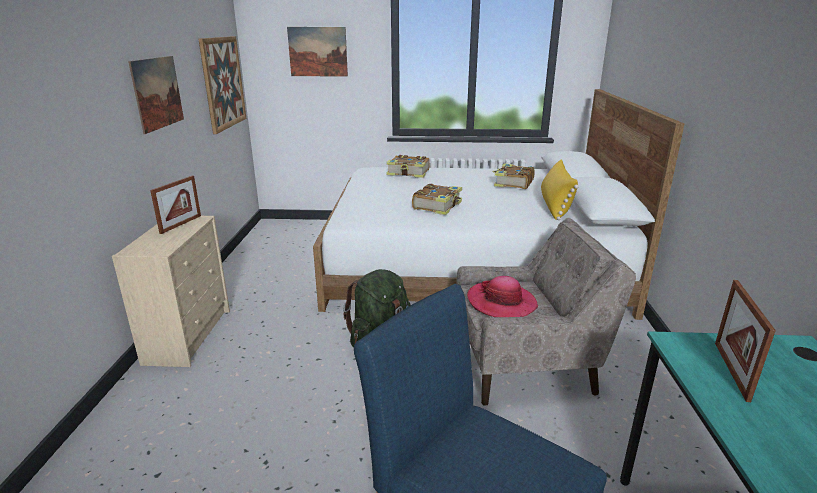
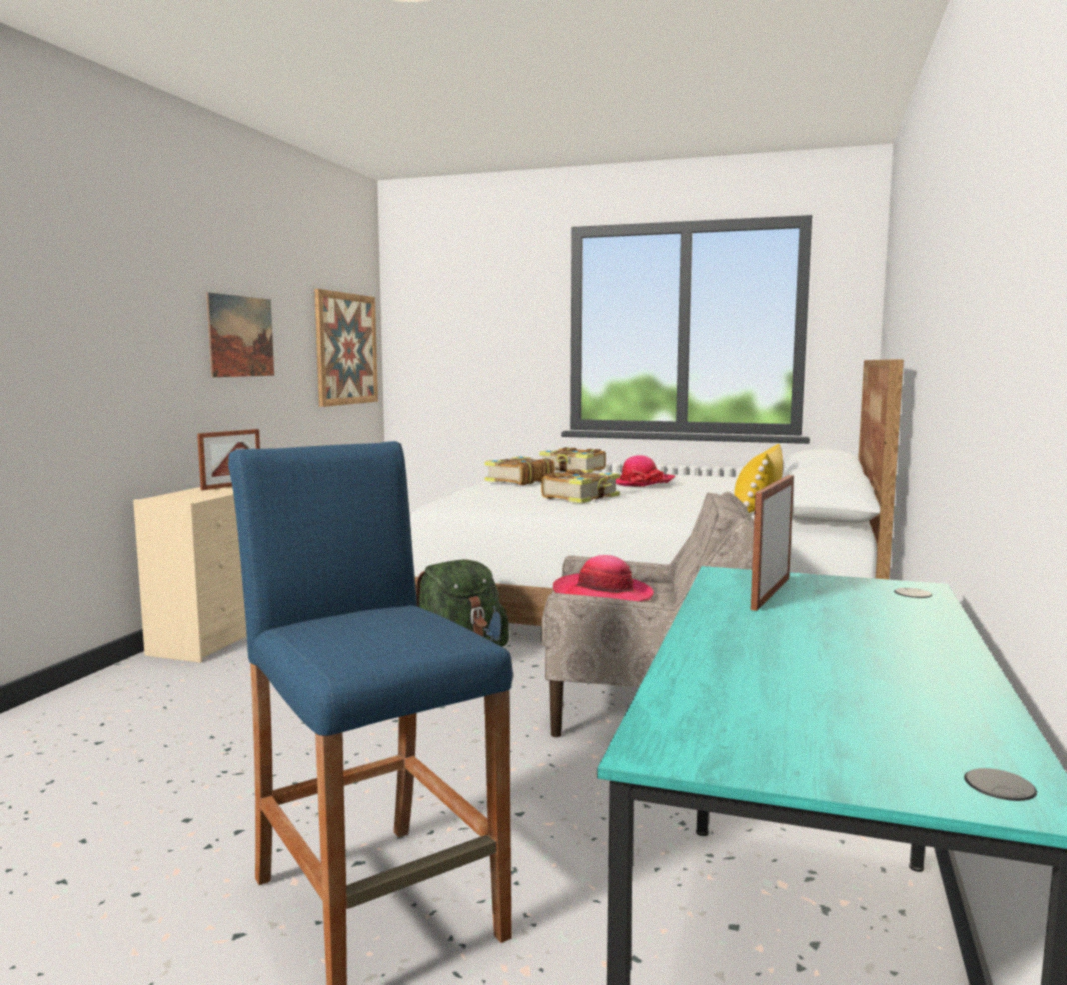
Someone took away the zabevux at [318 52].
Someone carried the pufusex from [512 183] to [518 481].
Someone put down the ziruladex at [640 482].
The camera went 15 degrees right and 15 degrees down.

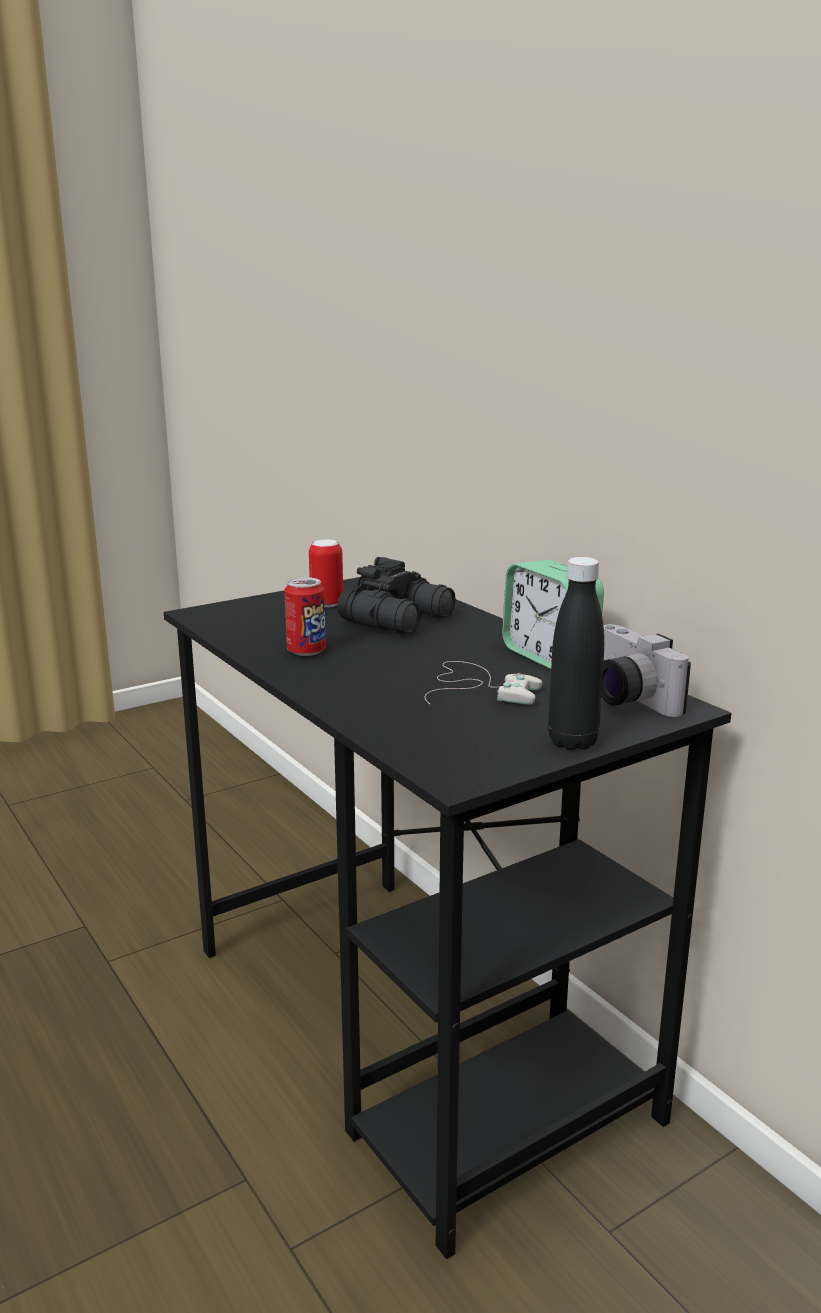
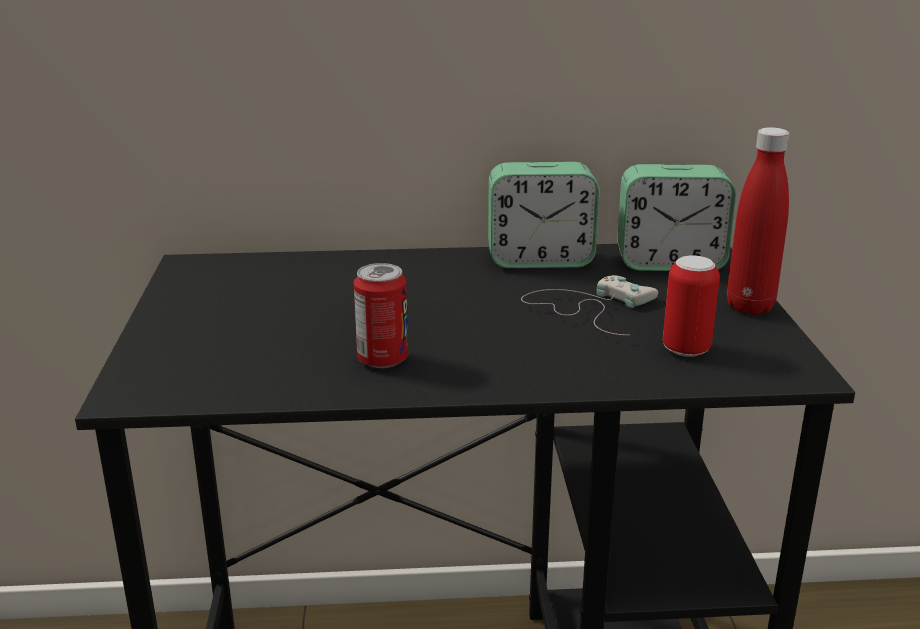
Someone carried the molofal from [327 604] to [686 349].
Someone took away the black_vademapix at [400 619].
Someone repainted the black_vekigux at [572 742], which became the red_vekigux at [749 306].
Someone swapped the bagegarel at [625 698] for the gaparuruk at [670 263].
The camera went 60 degrees left and 5 degrees up.

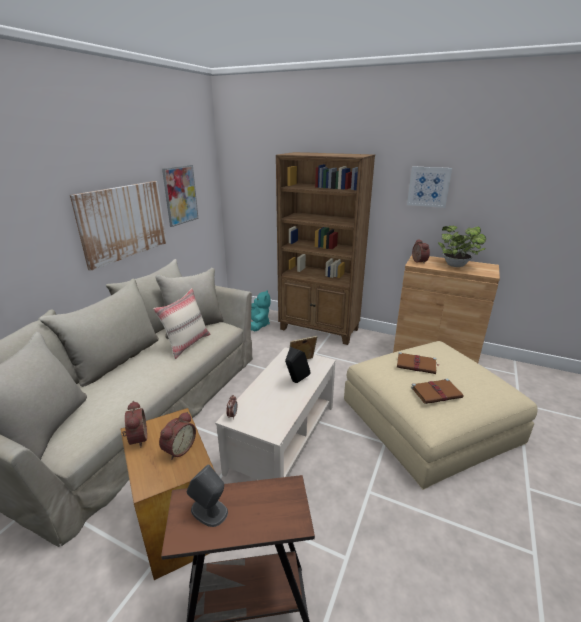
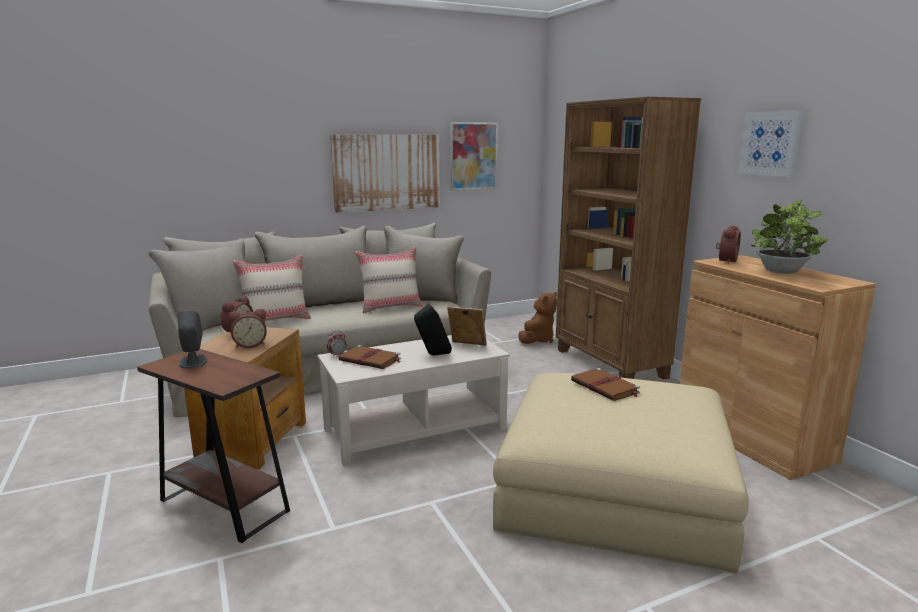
Someone repainted the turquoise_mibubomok at [258 325], which became the brown_mibubomok at [537 340].
Someone carried the brown_pufusex from [437 393] to [371 360].
Someone put down the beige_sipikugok at [275 320].
The camera went 40 degrees right and 10 degrees down.

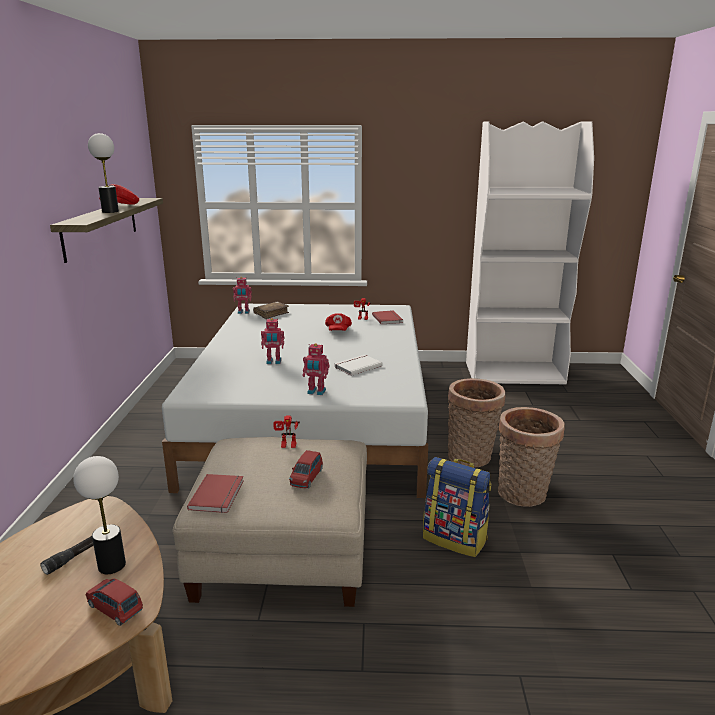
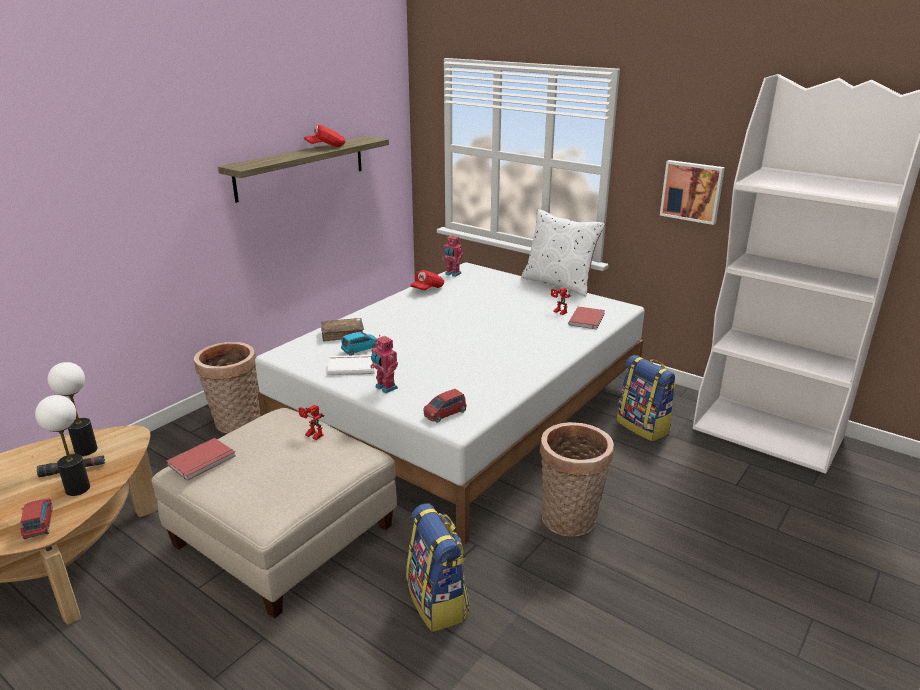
Someone carried the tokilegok from [110 211] to [86 450].
Someone carried the brown_pufusex from [271 314] to [342 334].
Someone carried the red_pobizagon from [338 331] to [427 289].
Someone took away the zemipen at [273 362].
Someone carried the white_pufusex from [357 366] to [352 366].
Someone carried the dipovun from [523 495] to [236 424].
Someone carried the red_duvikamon from [306 477] to [445 413].
Someone put up the zabevux at [692 191].
Someone put down the white_sipikugok at [559 283].
Someone put down the blue_duvikamon at [360 349].
Someone put down the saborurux at [643 427].
The camera went 35 degrees right and 5 degrees up.

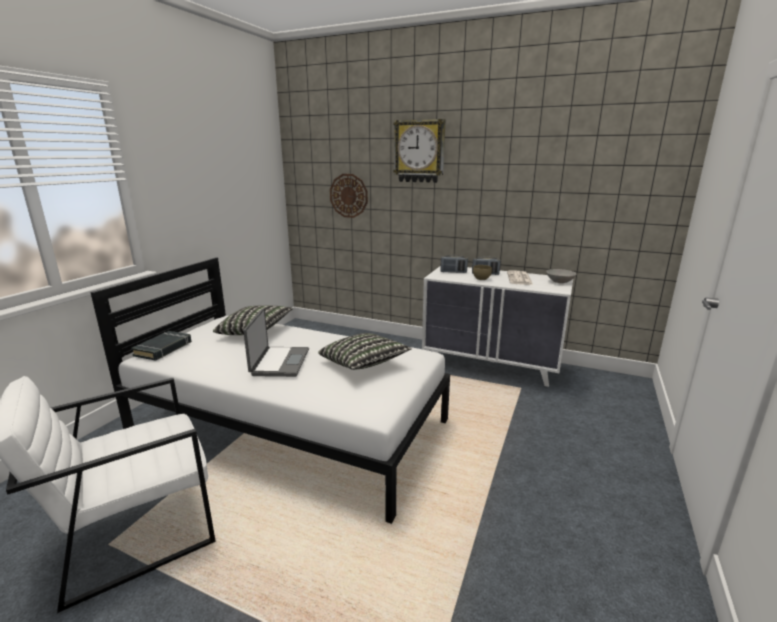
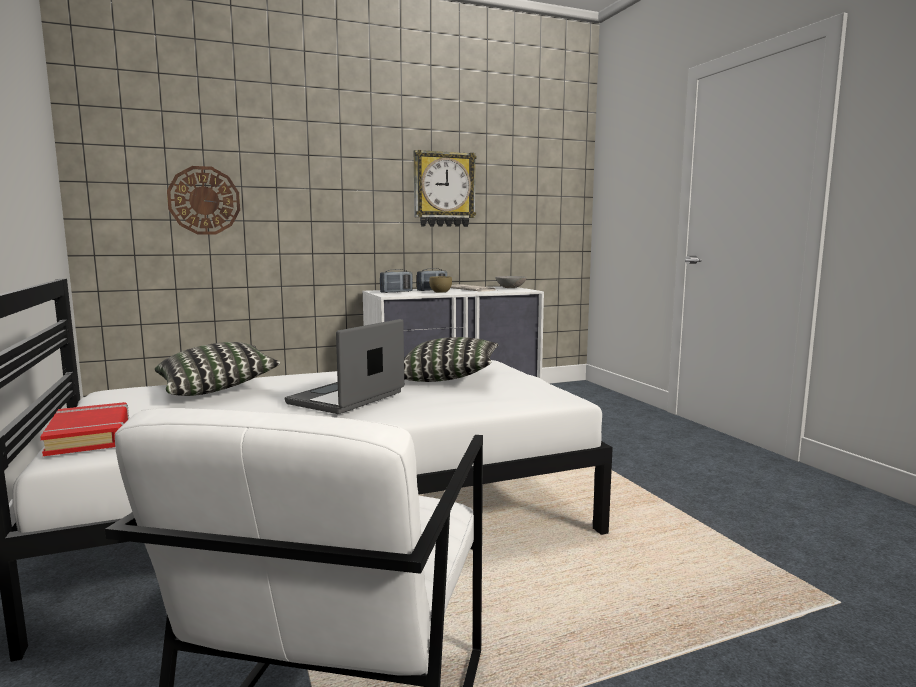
Someone carried the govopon from [419 151] to [443 189].
Someone rotated the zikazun at [279 362] by 105 degrees counterclockwise.
Someone repainted the black_pufusex at [163 349], which became the red_pufusex at [90 436].
The camera went 45 degrees left and 10 degrees down.

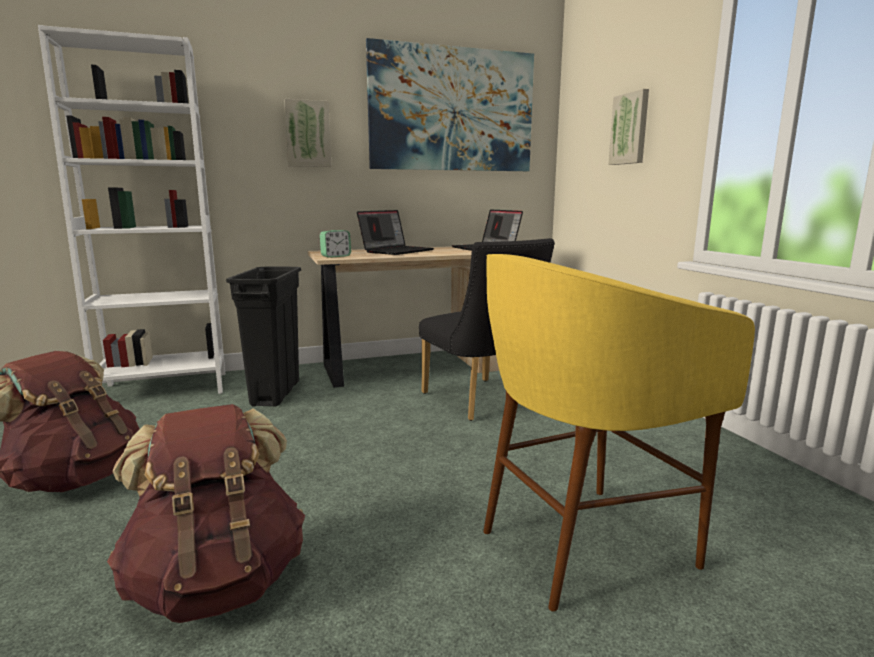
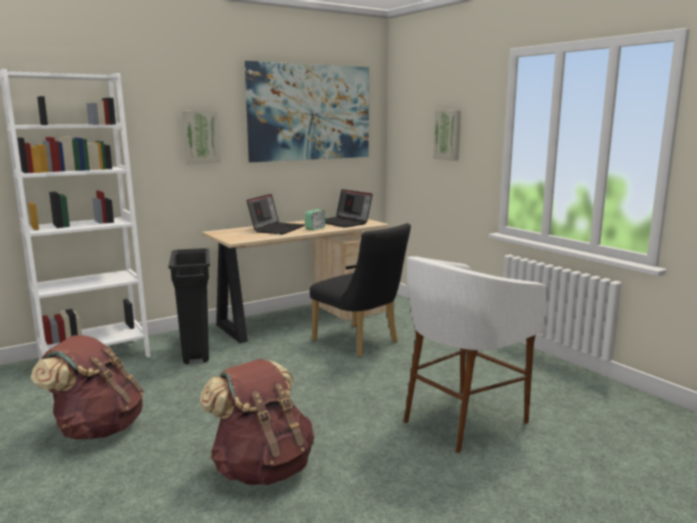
Someone carried the gaparuruk from [336 256] to [315 229].
Someone repainted the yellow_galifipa at [583 545], which became the white_galifipa at [462 421].
The camera went 15 degrees left and 0 degrees up.

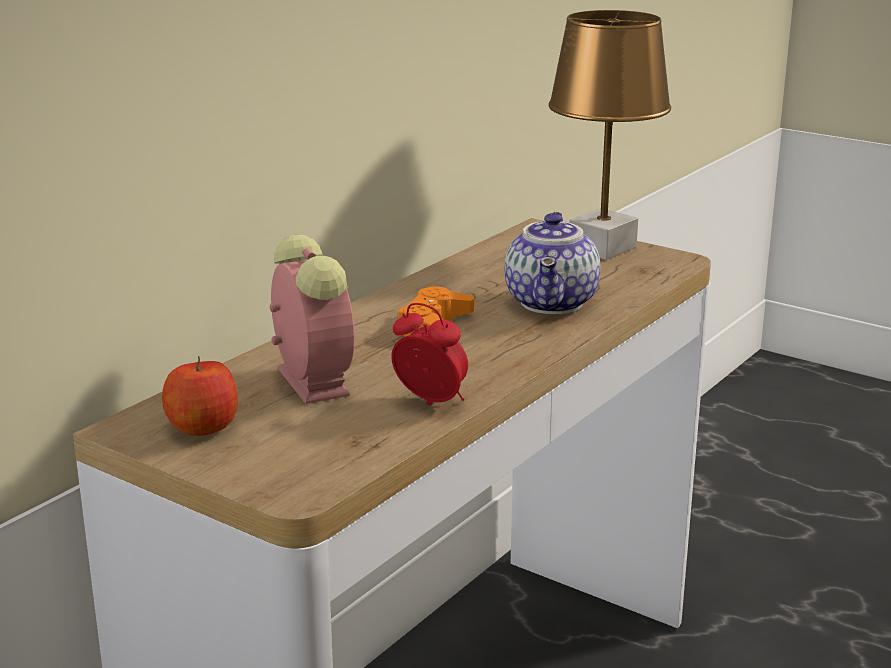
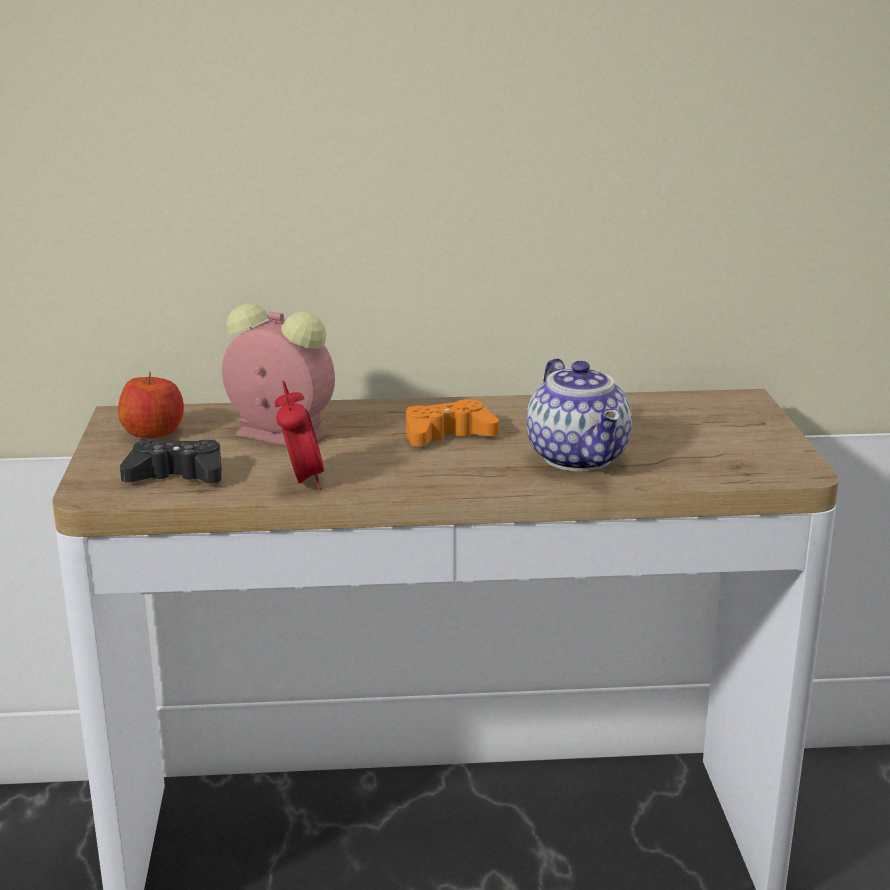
Someone took away the brown_tokilegok at [602 248].
Someone rotated the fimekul at [553 303] by 75 degrees counterclockwise.
Someone rotated the gaparuruk at [310 380] by 90 degrees counterclockwise.
Someone put down the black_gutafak at [176 475].
The camera went 50 degrees right and 0 degrees up.

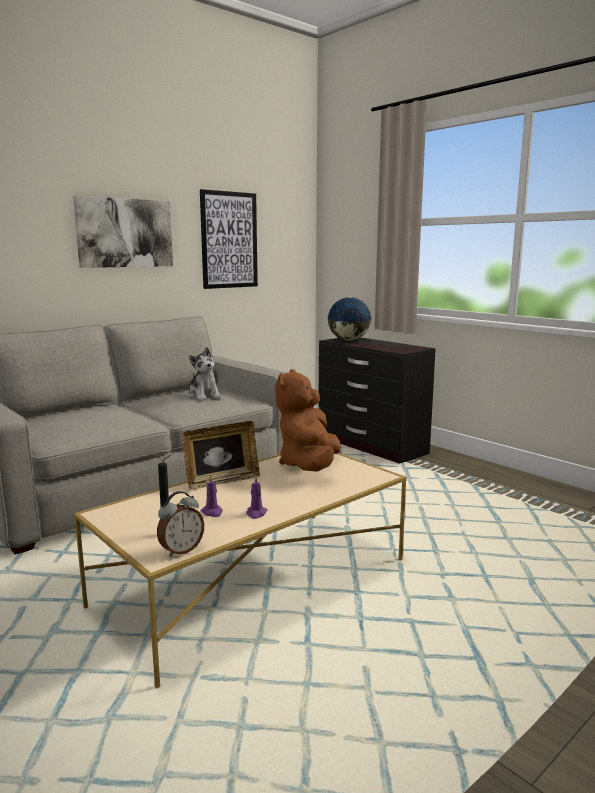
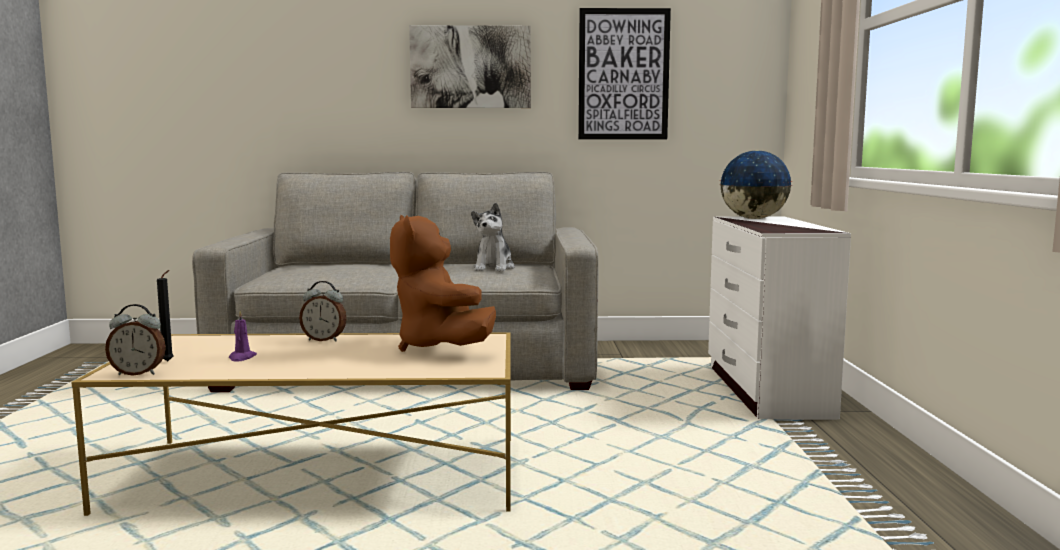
Someone repainted the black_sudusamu at [371 445], which became the white_sudusamu at [765 391].
Someone rotated the brown_mibubomok at [309 466] by 75 degrees counterclockwise.
Someone swapped the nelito at [222 481] for the gaparuruk at [324 340].
Someone took away the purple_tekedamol at [256 513].
The camera went 40 degrees right and 5 degrees down.

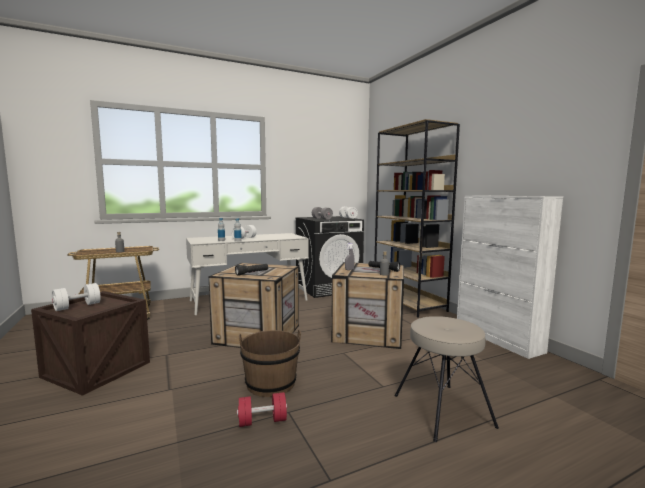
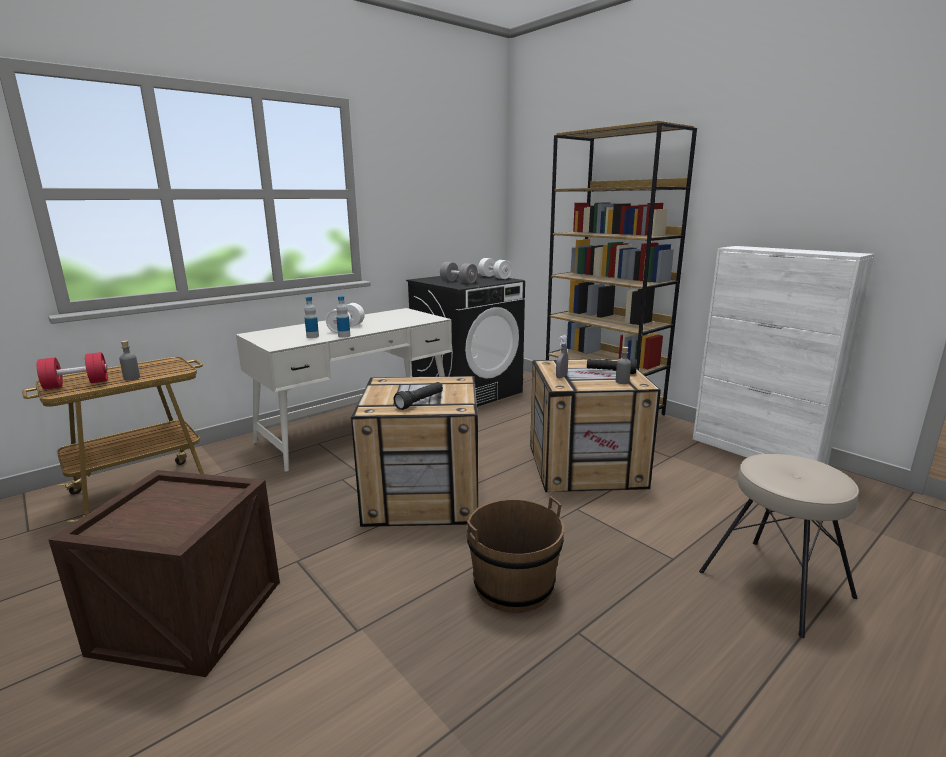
Someone took away the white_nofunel at [77 306].
Someone carried the red_nofunel from [262 421] to [77 384].
The camera went 15 degrees left and 10 degrees up.

